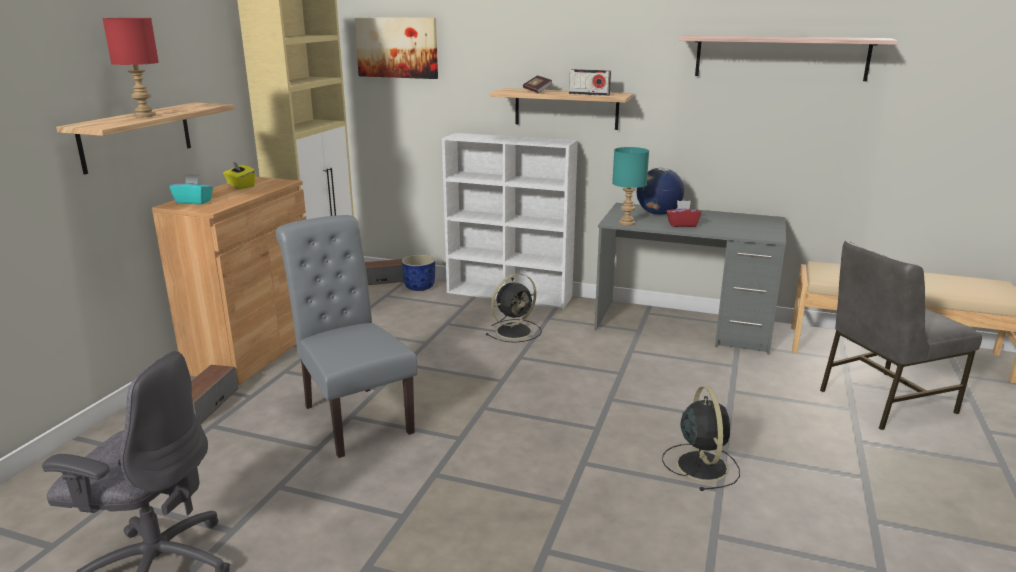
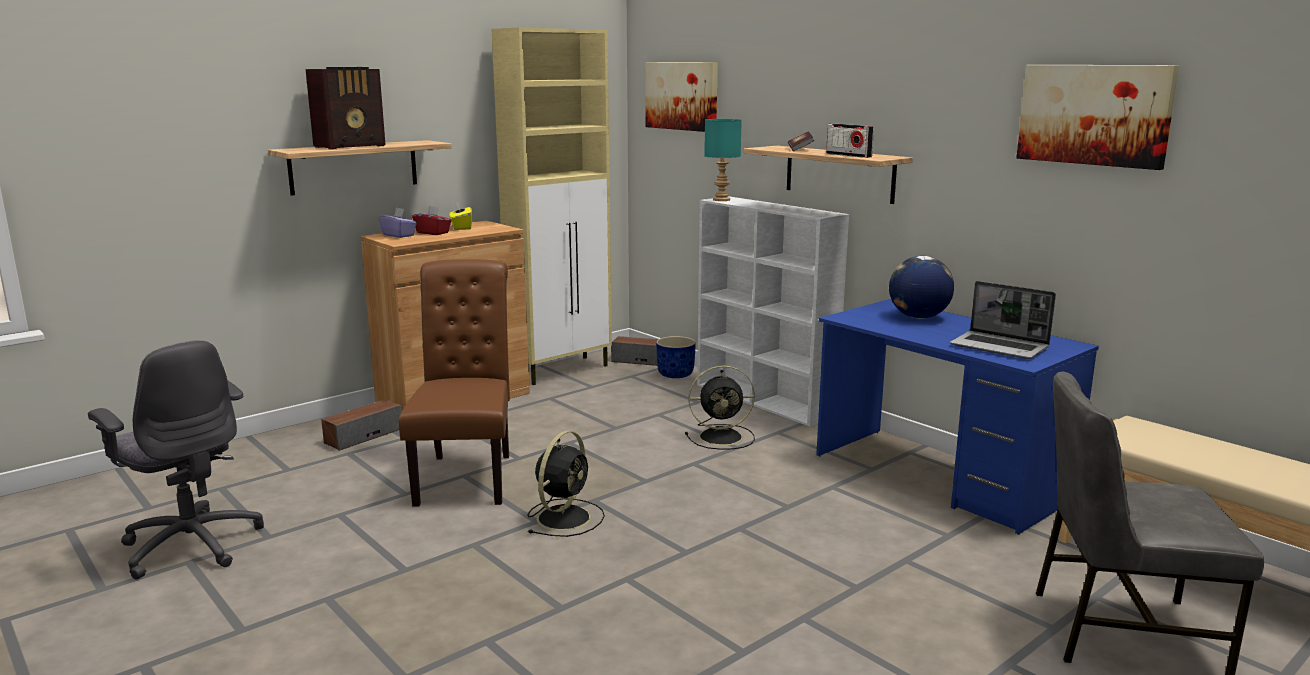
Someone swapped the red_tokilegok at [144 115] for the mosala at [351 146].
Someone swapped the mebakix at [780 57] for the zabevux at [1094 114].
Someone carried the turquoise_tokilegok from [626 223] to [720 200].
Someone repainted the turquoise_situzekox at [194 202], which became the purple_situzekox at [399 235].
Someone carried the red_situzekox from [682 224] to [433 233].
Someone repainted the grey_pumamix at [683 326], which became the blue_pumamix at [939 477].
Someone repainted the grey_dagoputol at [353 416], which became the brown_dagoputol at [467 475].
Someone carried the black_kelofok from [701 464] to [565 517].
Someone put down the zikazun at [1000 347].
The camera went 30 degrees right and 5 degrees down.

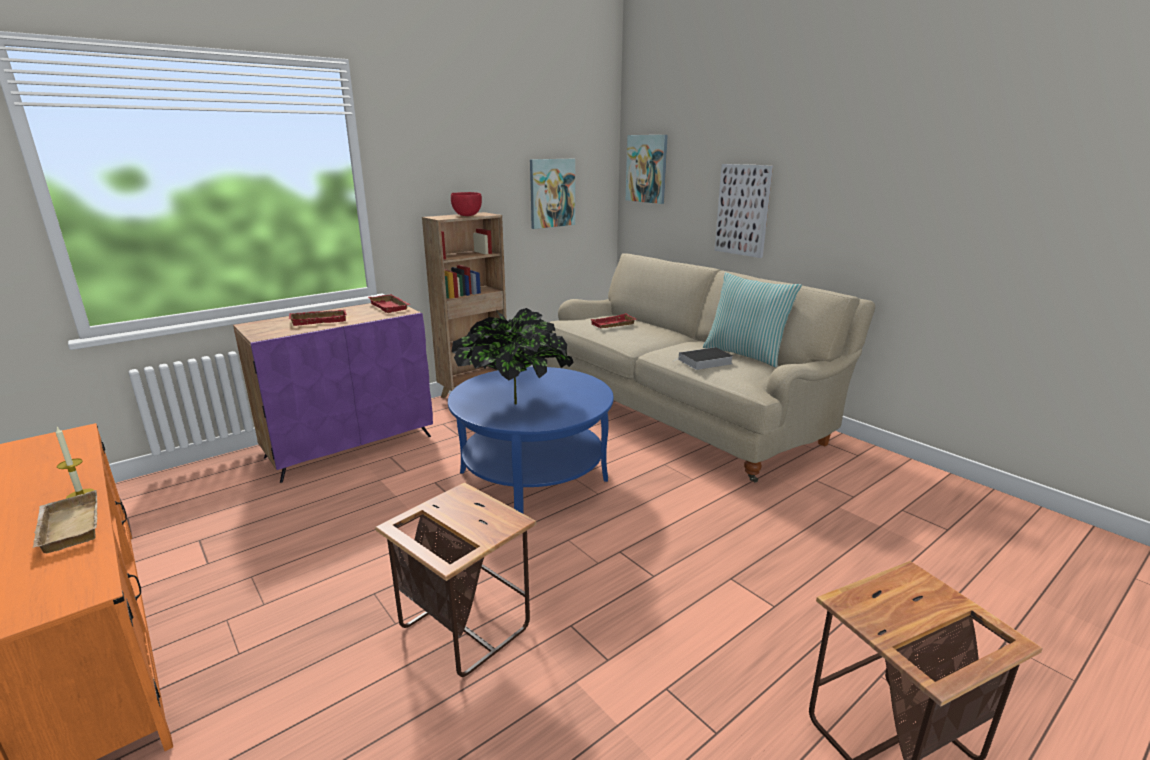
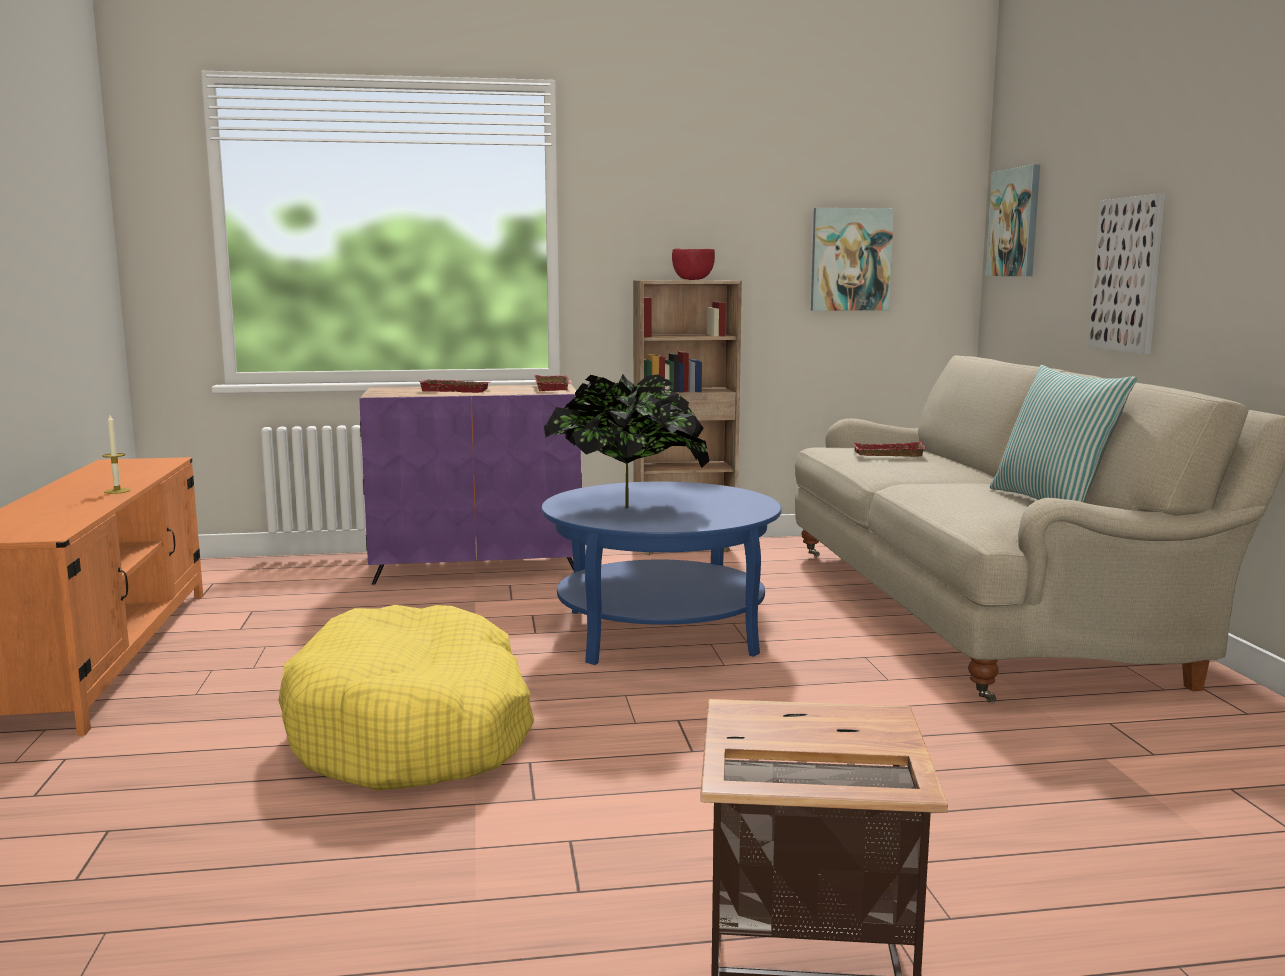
Someone took away the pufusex at [704 362].
Someone swapped the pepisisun at [463 627] for the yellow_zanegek at [413 732].
Someone took away the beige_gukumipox at [67 527].
The camera went 30 degrees right and 10 degrees down.

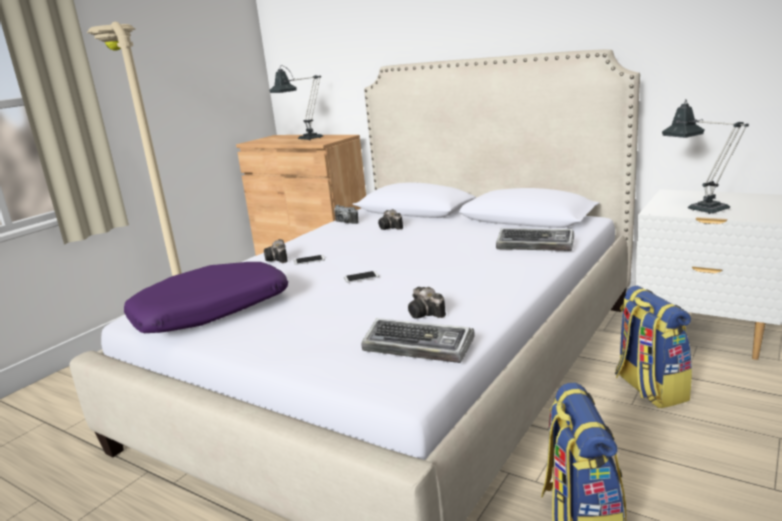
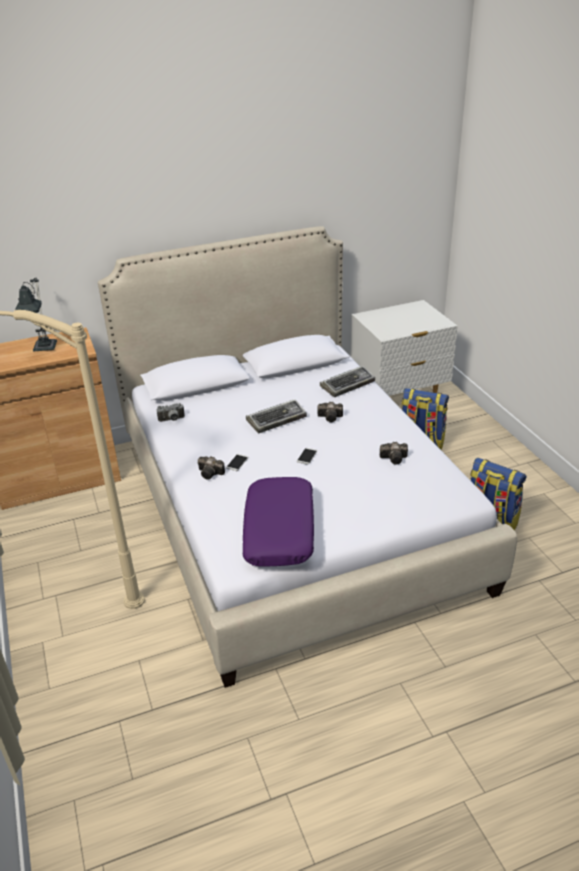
Someone took away the tokilegok at [700 208].
Someone carried the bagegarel from [391 227] to [331 417].
Someone carried the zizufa from [420 347] to [277 419].
The camera went 55 degrees left and 15 degrees up.

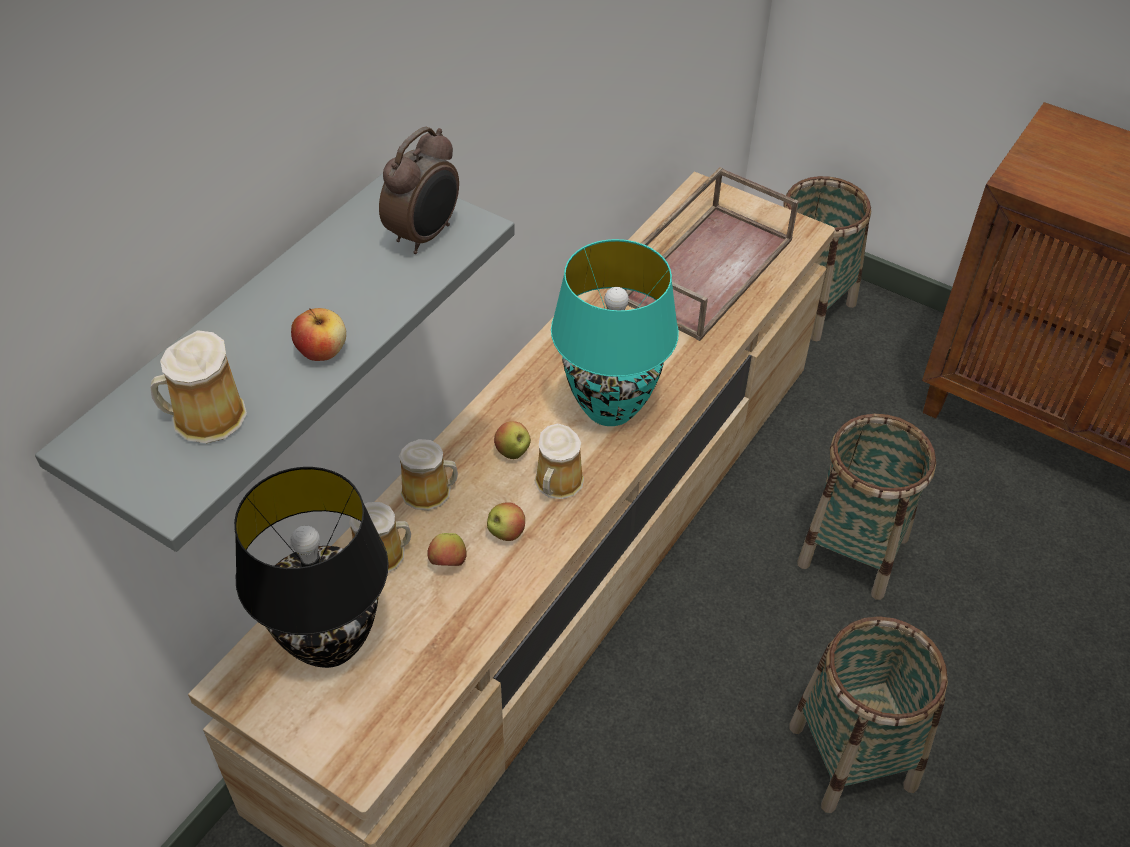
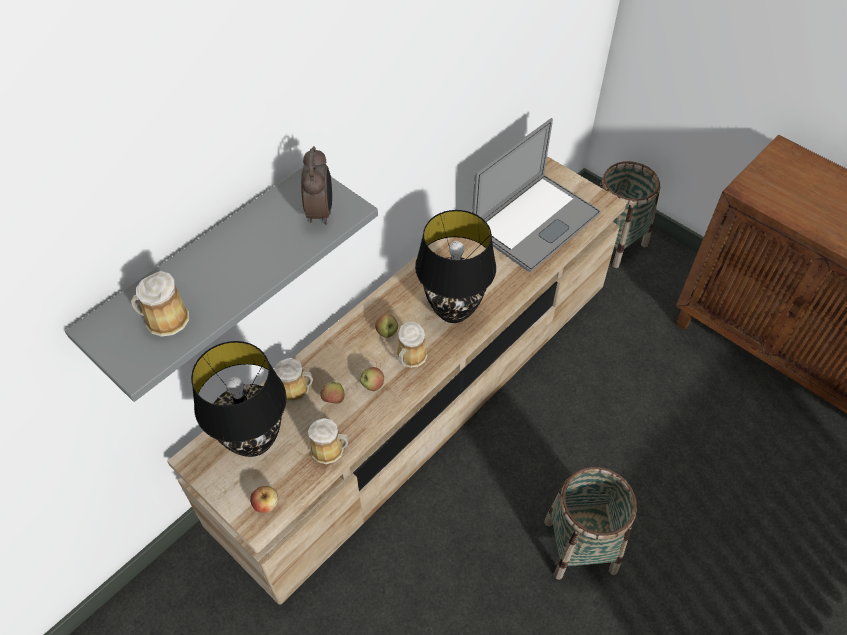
Someone rotated the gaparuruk at [425 235] by 45 degrees counterclockwise.
Someone swapped the brown_gukumipox at [706 268] for the zikazun at [535 222].
Someone repainted the turquoise_tokilegok at [608 408], which became the black_tokilegok at [452 311].
Someone carried the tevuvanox from [322 351] to [266 504].
Someone took away the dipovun at [853 551].
Someone carried the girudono from [429 491] to [329 449].
The camera went 10 degrees right and 5 degrees up.

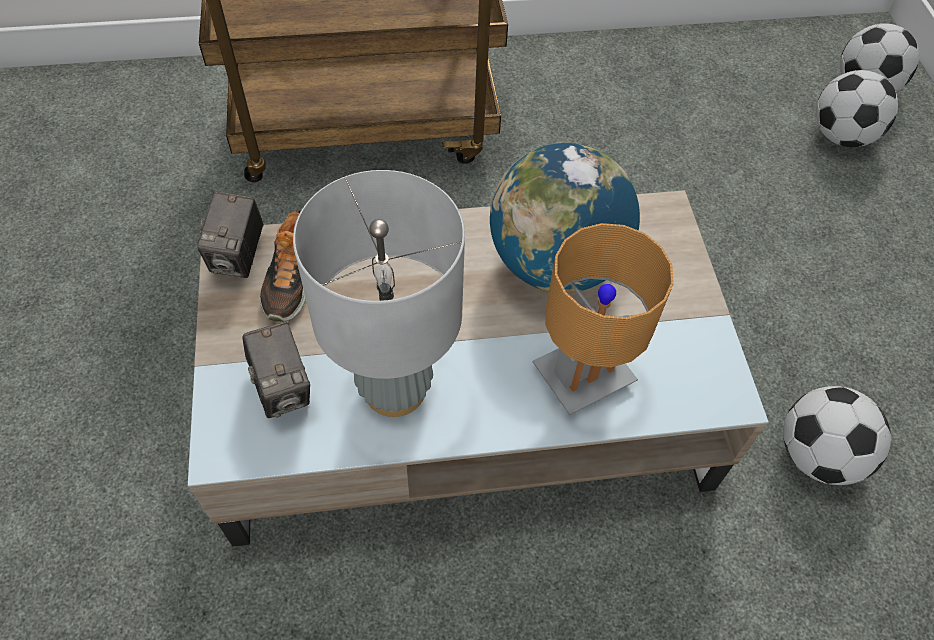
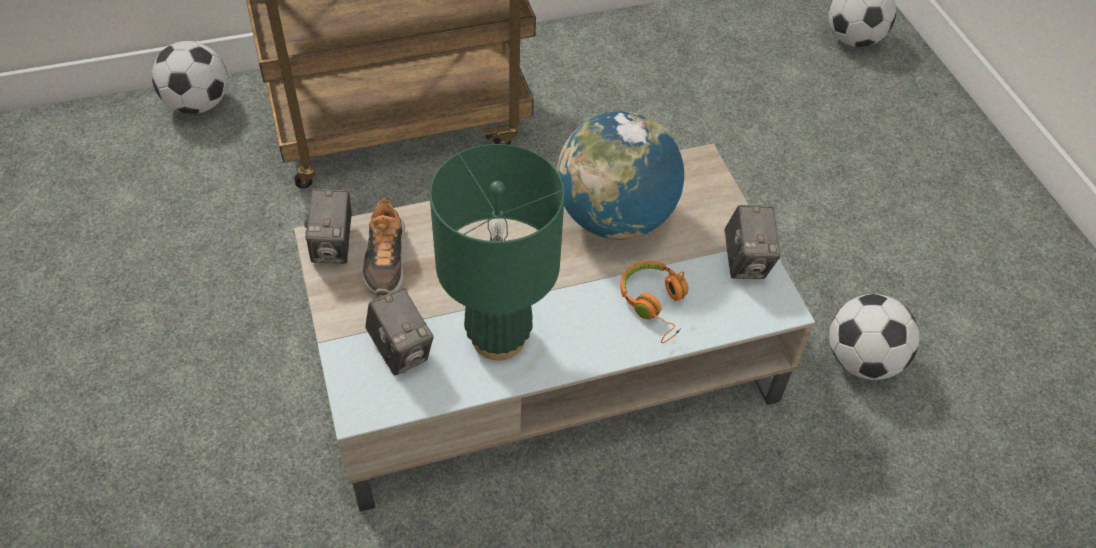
Someone carried the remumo from [841 136] to [199 104].
Someone repainted the grey_tokilegok at [394 389], which became the green_tokilegok at [498 338].
Someone swapped the brown_tokilegok at [582 375] for the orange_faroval at [655 305].
Someone put down the bagegarel at [746 261].
The camera went 10 degrees left and 5 degrees down.

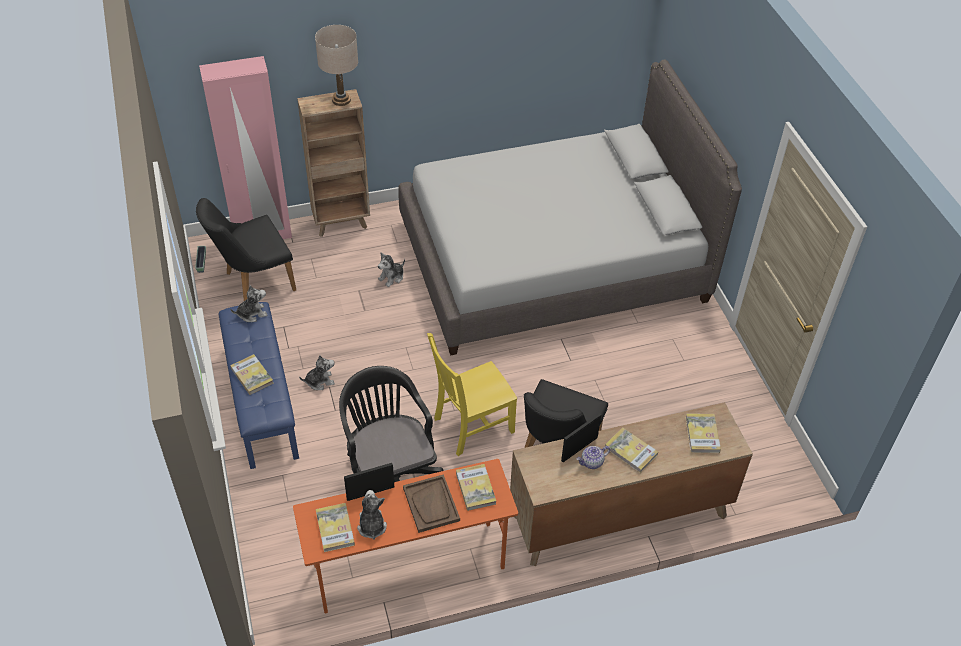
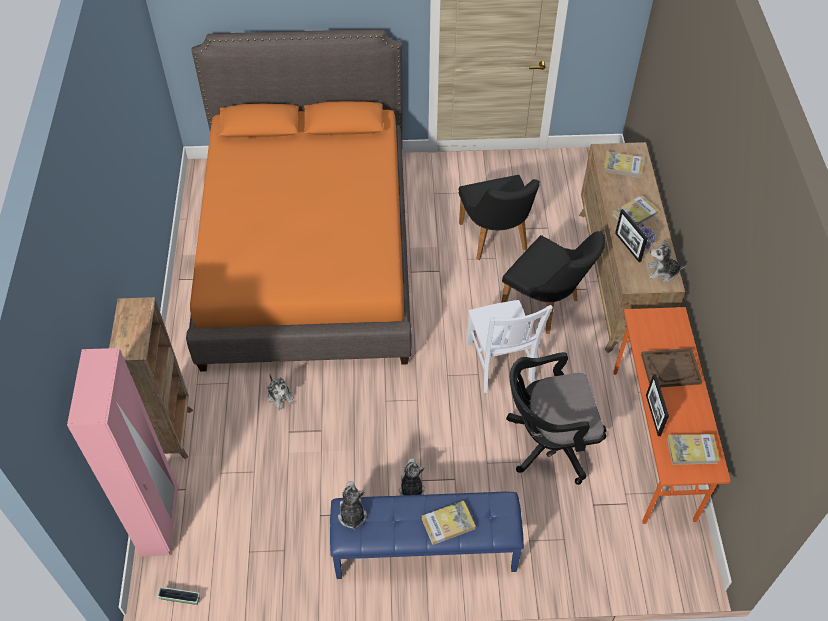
Someone took away the beige_tokilegok at [341 100].
Someone repainted the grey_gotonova at [553 261], which became the orange_gotonova at [308 255].
Someone carried the black_dagoputol from [253 282] to [496 241].
Someone repainted the yellow_dagoputol at [471 426], which became the white_dagoputol at [500 364].
Someone took away the pufusex at [475 488].
Someone carried the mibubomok from [371 526] to [662 272].
The camera went 75 degrees left and 5 degrees up.

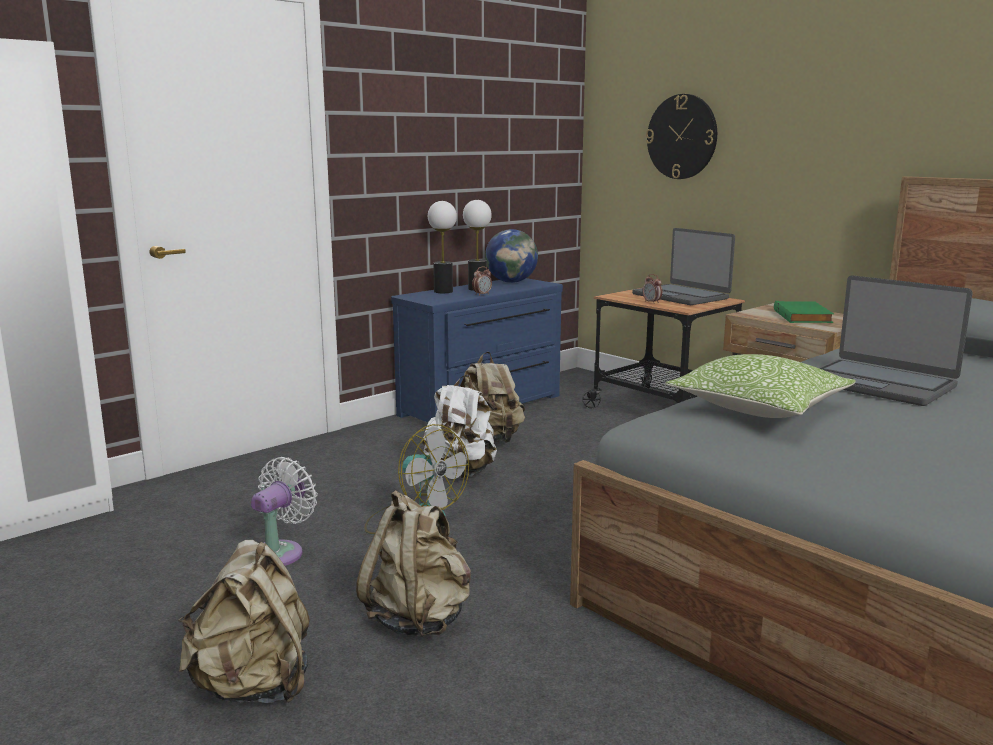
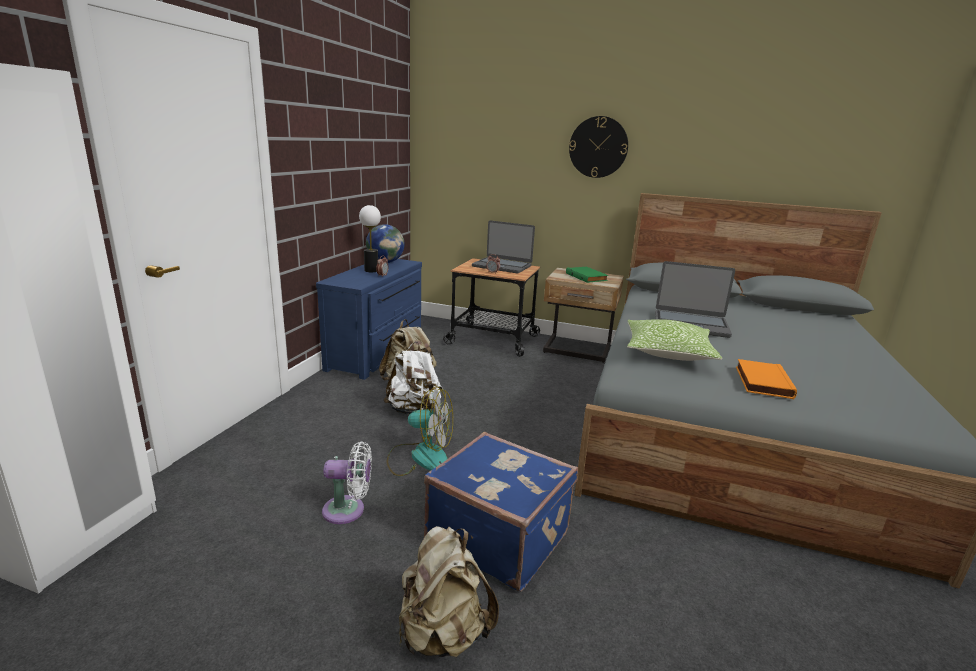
Someone carried the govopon from [682 137] to [598 147].
Someone took away the tokilegok at [443 291].
Someone rotated the white_kelofok at [280 552] by 90 degrees clockwise.
Someone swapped the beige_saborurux at [418 619] for the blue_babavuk at [498 536].
Someone put down the orange_pufusex at [761 382].
The camera went 30 degrees left and 5 degrees up.

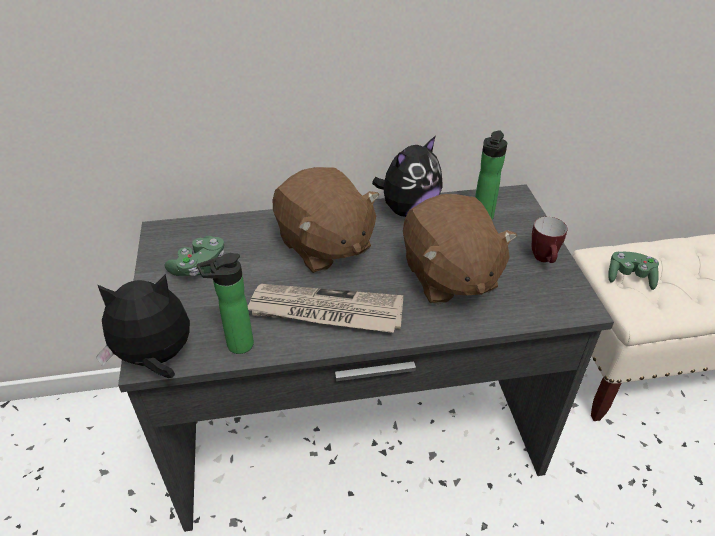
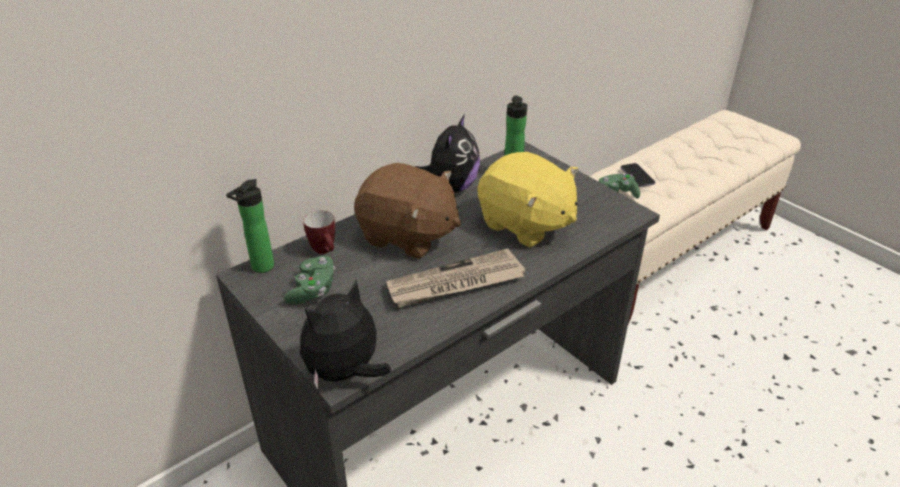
Someone repainted the brown_mibubomok at [448 276], which became the yellow_mibubomok at [525 224].
Someone carried the girudono from [544 260] to [325 251].
Someone carried the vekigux from [236 346] to [260 268].
Someone put down the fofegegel at [637 176].
The camera went 30 degrees left and 5 degrees down.

